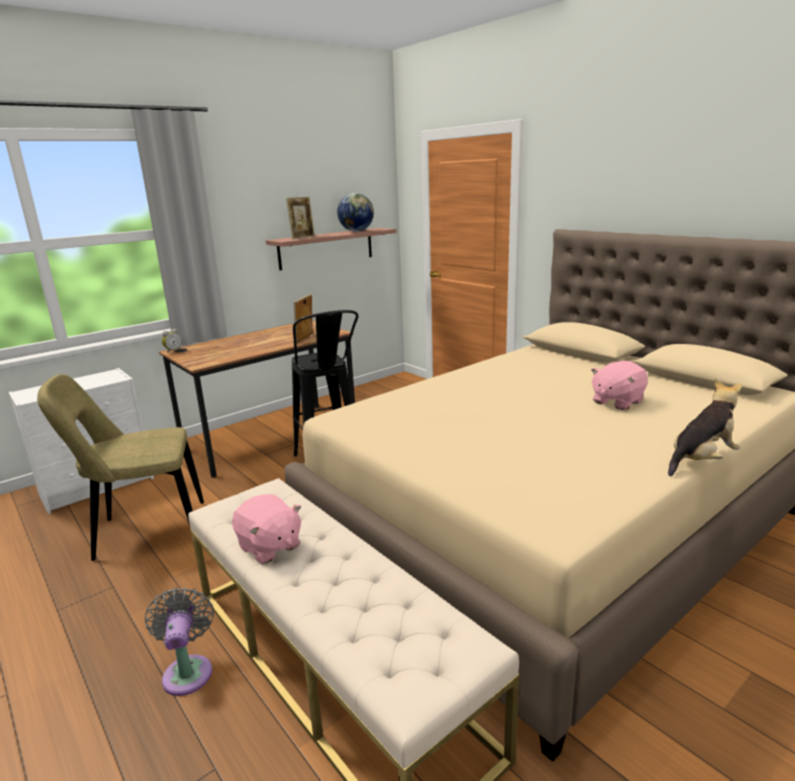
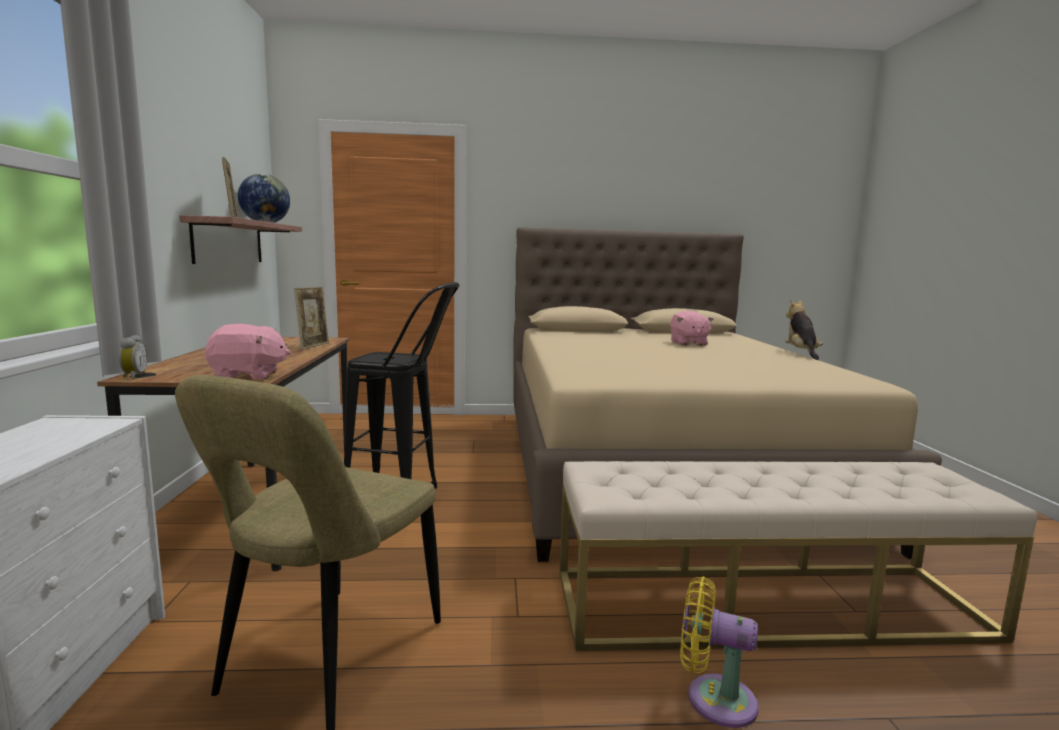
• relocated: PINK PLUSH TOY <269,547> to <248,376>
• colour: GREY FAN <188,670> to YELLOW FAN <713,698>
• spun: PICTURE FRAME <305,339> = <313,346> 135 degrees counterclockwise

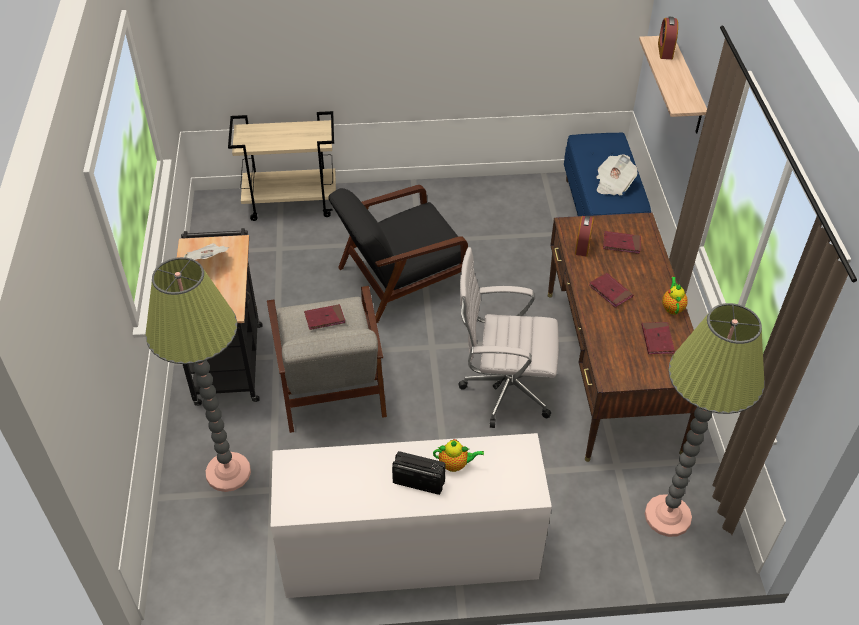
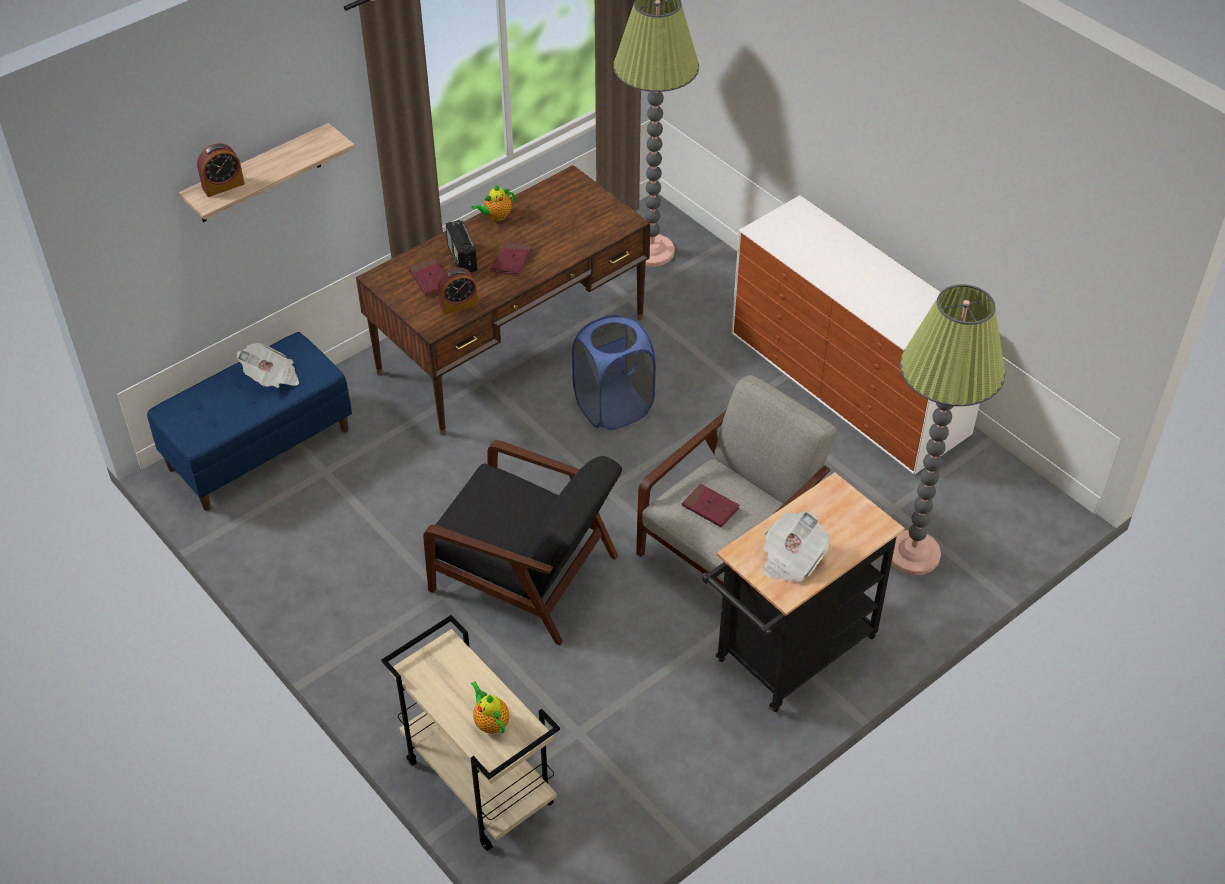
• missing: RED BOOK <657,339>
• relocated: RADIO <418,481> to <462,259>
• relocated: TEAPOT <455,464> to <490,722>
• exchanged: WHITE OFFICE CHAIR <503,390> to BLUE LAUNDRY BASKET <613,407>

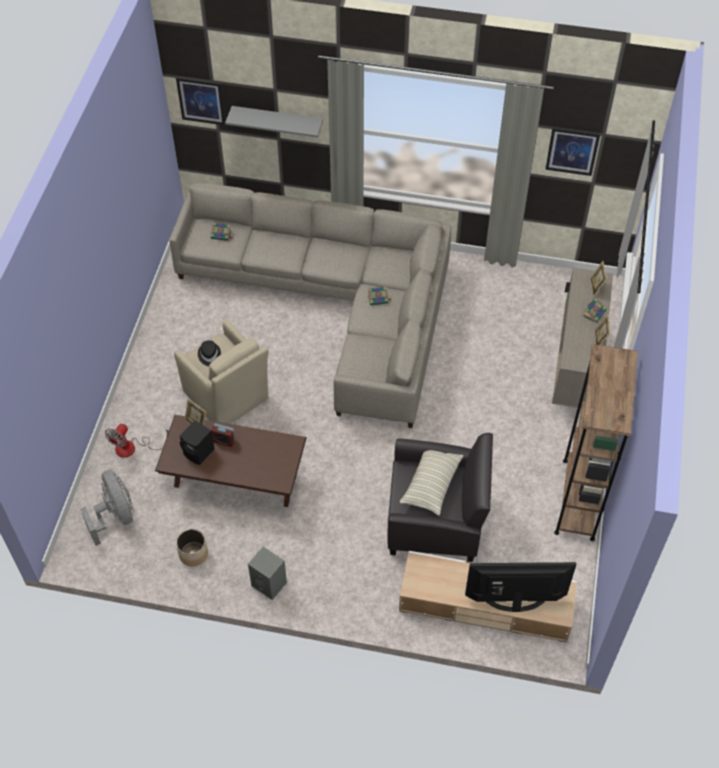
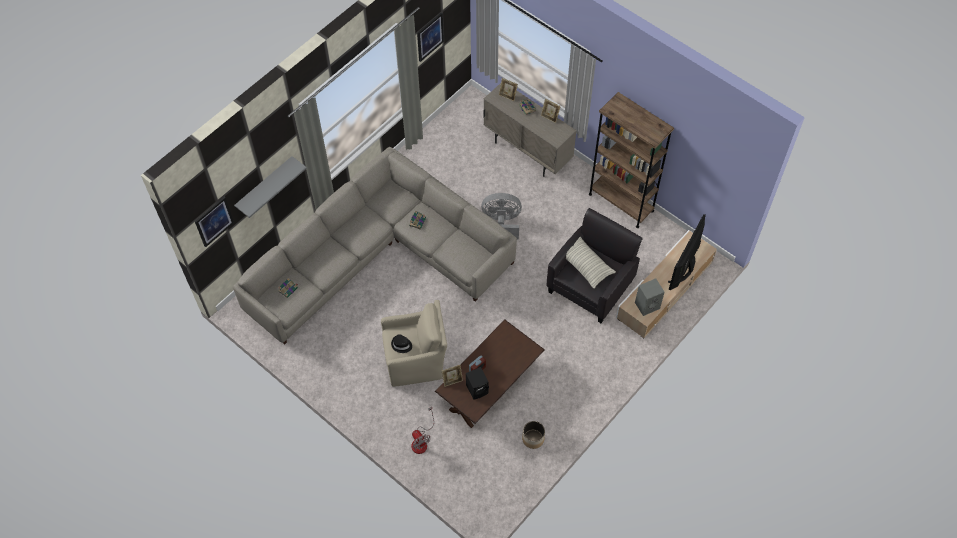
• relocated: GREY FAN <115,516> to <502,222>
• relocated: GREY SPEAKER <270,584> to <647,305>

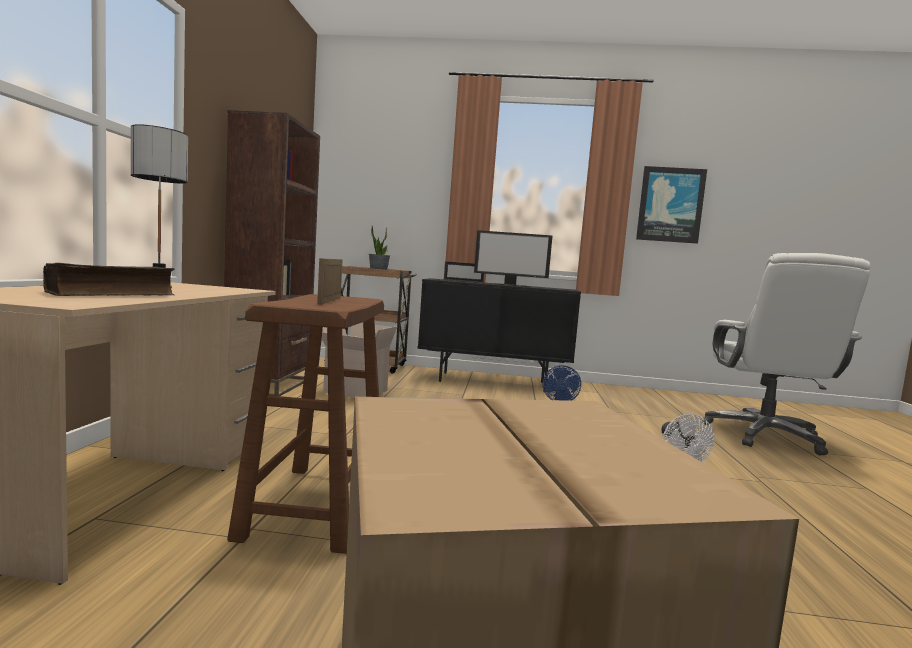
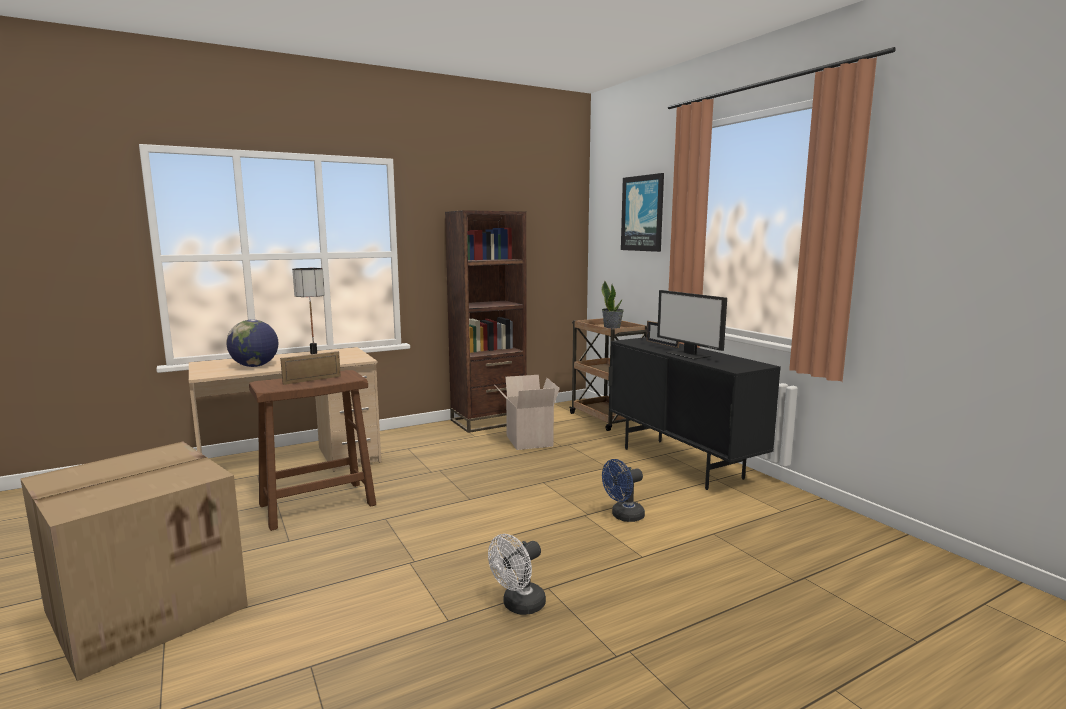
• missing: WHITE OFFICE CHAIR <765,436>
• relocated: PICTURE <670,205> to <642,213>
• exchanged: BOOK <111,294> to GLOBE <255,366>

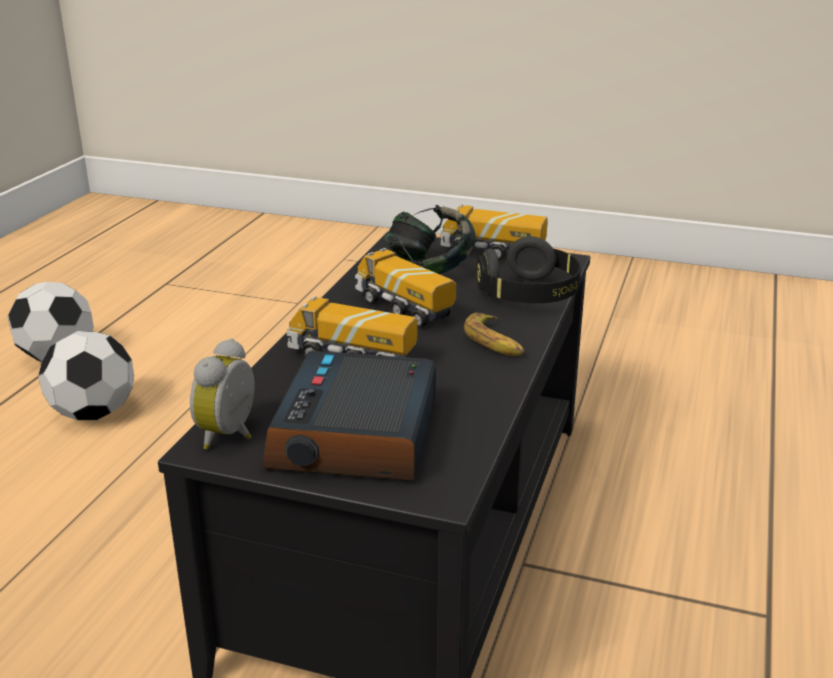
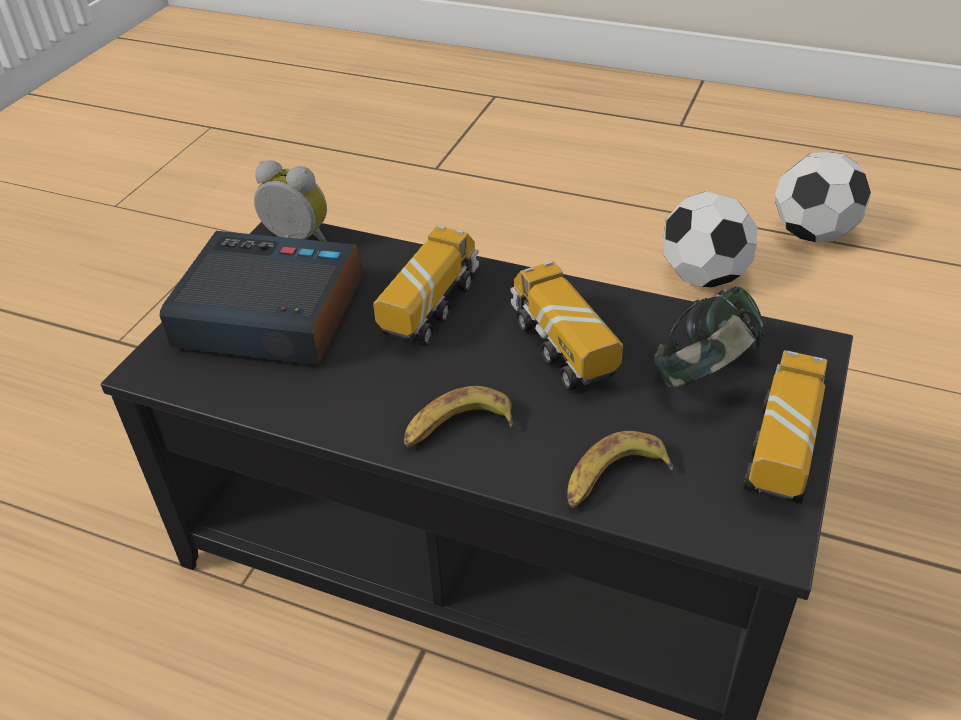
• exchanged: BLACK HEADPHONES <529,295> to BANANA <613,479>
• spun: TOY TRUCK <403,309> = <562,348> 75 degrees counterclockwise

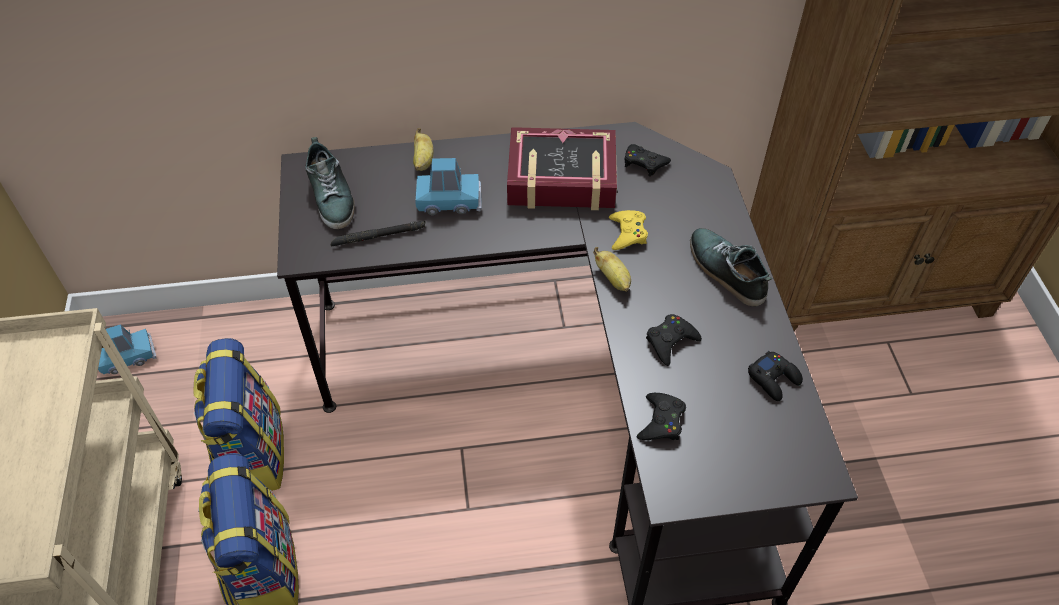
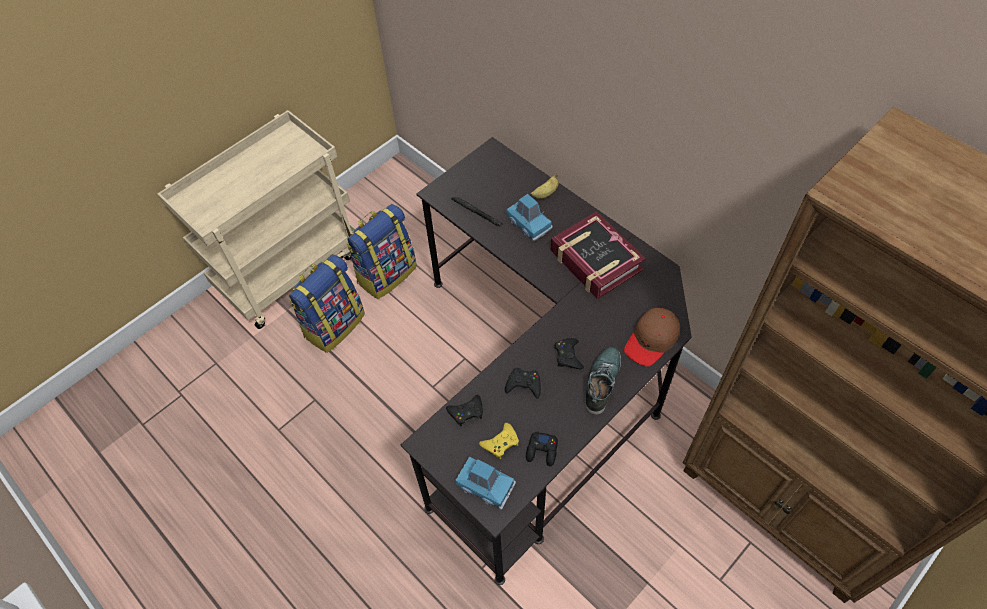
• missing: SHOE <332,196>
• missing: BANANA <613,279>
• appeared: BROWN CAP <651,340>
• relocated: BLUE TOY CAR <128,356> to <485,485>
• relocated: YELLOW GAME CONTROLLER <627,233> to <501,443>
• relocated: BLACK GAME CONTROLLER <644,163> to <568,356>

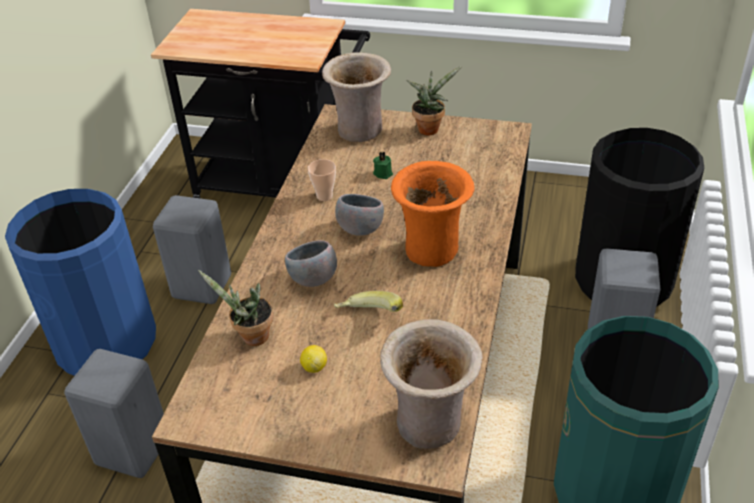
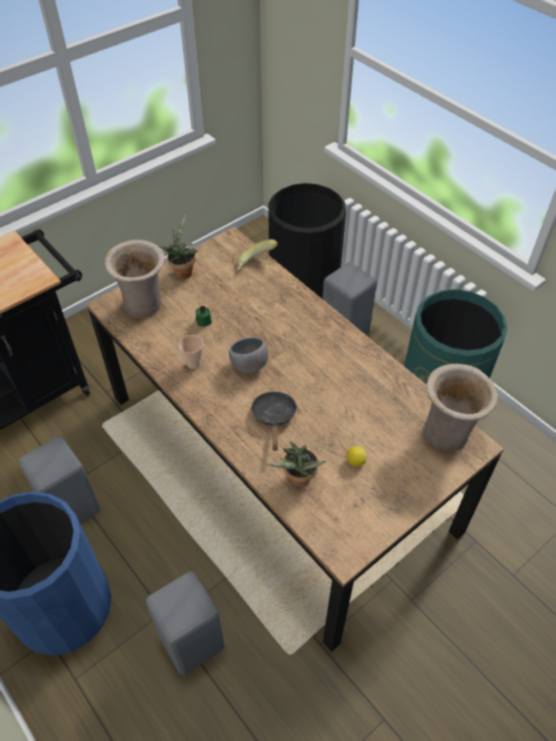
• missing: ORANGE VASE <433,252>
• relocated: BANANA <369,318> to <256,264>
• exchanged: GREY BOWL <313,280> to BLACK FRYING PAN <274,417>

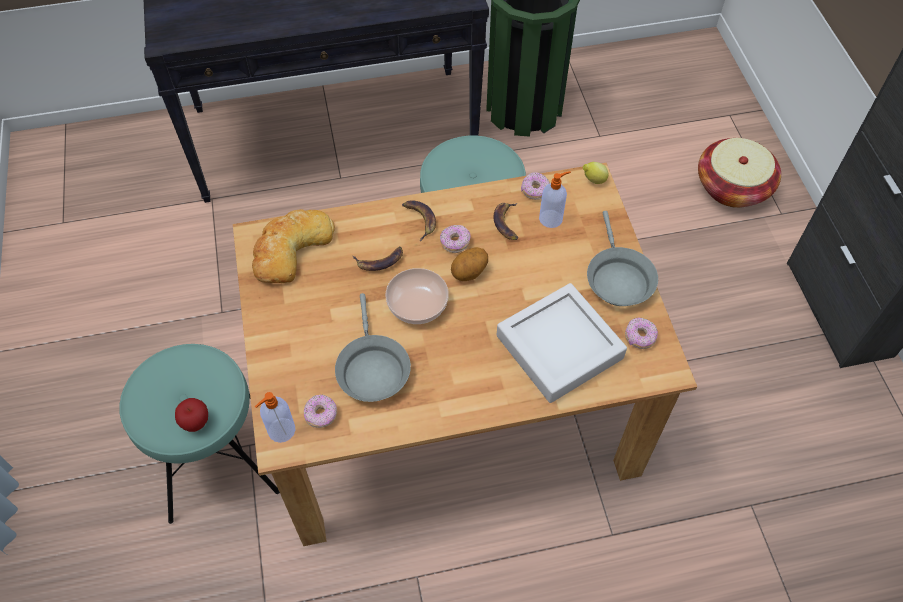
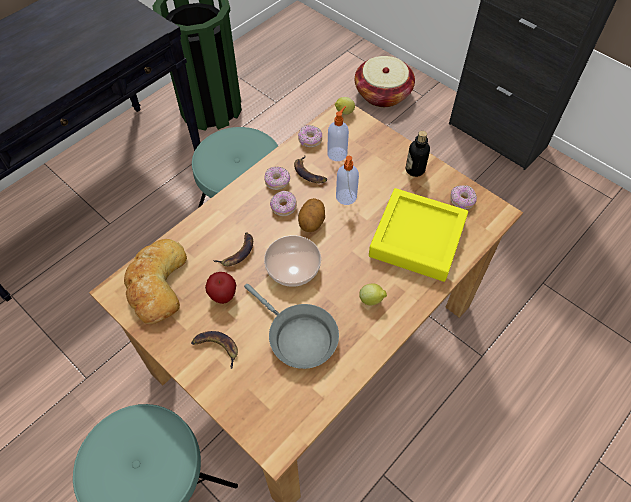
• appeared: LEMON <372,300>
• relocated: APPLE <196,423> to <223,296>
• relocated: SOAP DISPENSER <280,431> to <346,197>
• relocated: DONUT <321,415> to <277,182>
• relocated: BANANA <419,219> to <216,348>
• exchanged: GREY FRYING PAN <617,278> to BOTTLE <415,170>
• colour: GREY TRAY <559,347> to YELLOW TRAY <417,238>

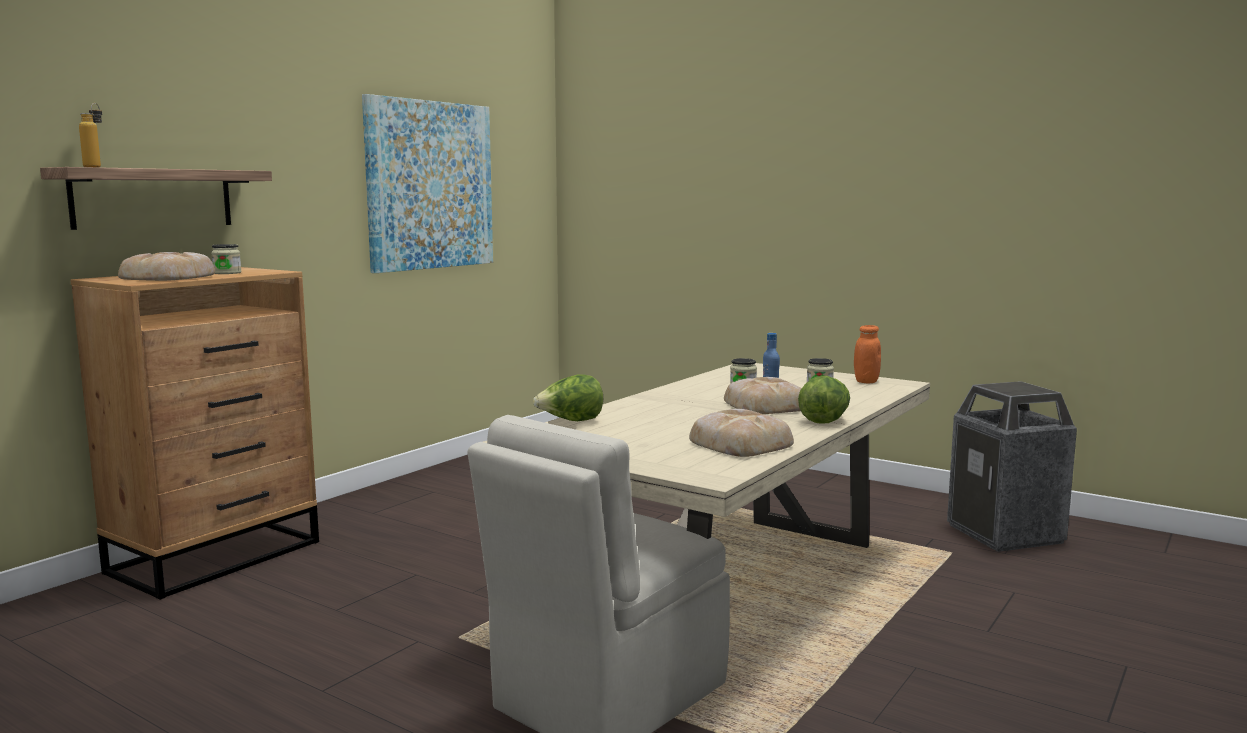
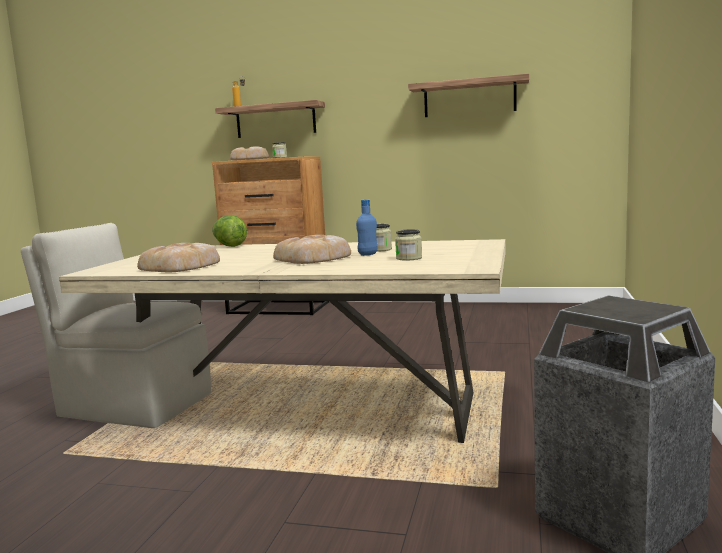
• missing: LETTUCE <824,420>
• missing: ORANGE JAR <866,381>
• exchanged: PICTURE <430,185> to SHELF <469,98>

